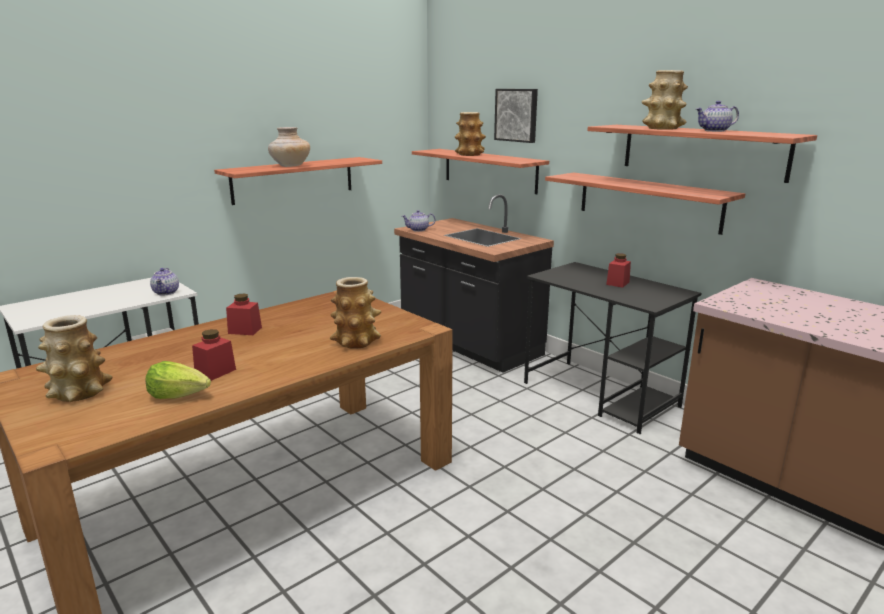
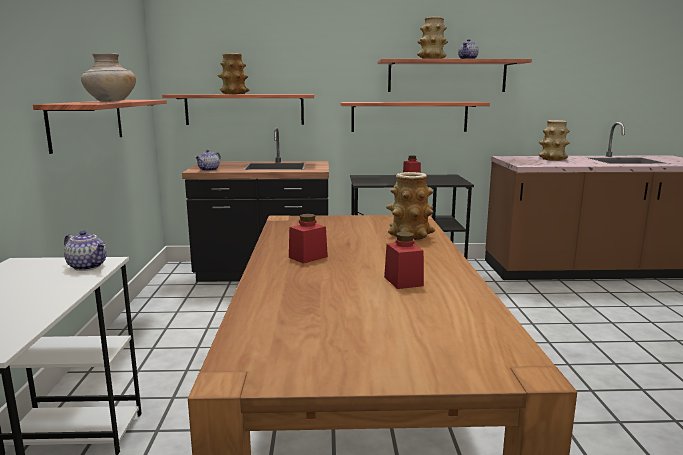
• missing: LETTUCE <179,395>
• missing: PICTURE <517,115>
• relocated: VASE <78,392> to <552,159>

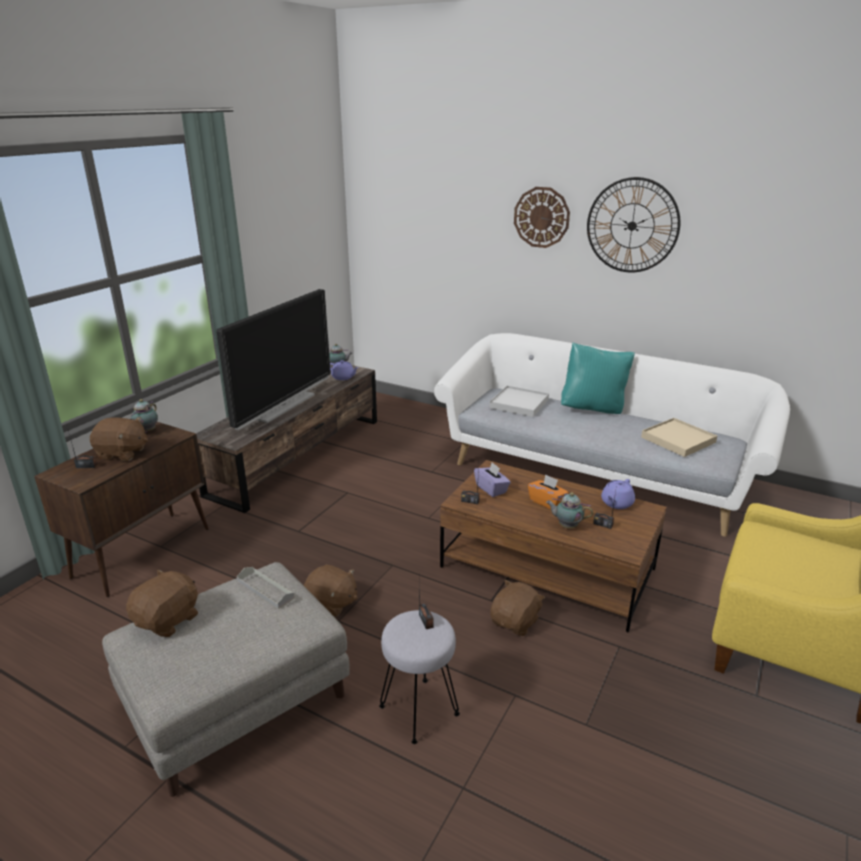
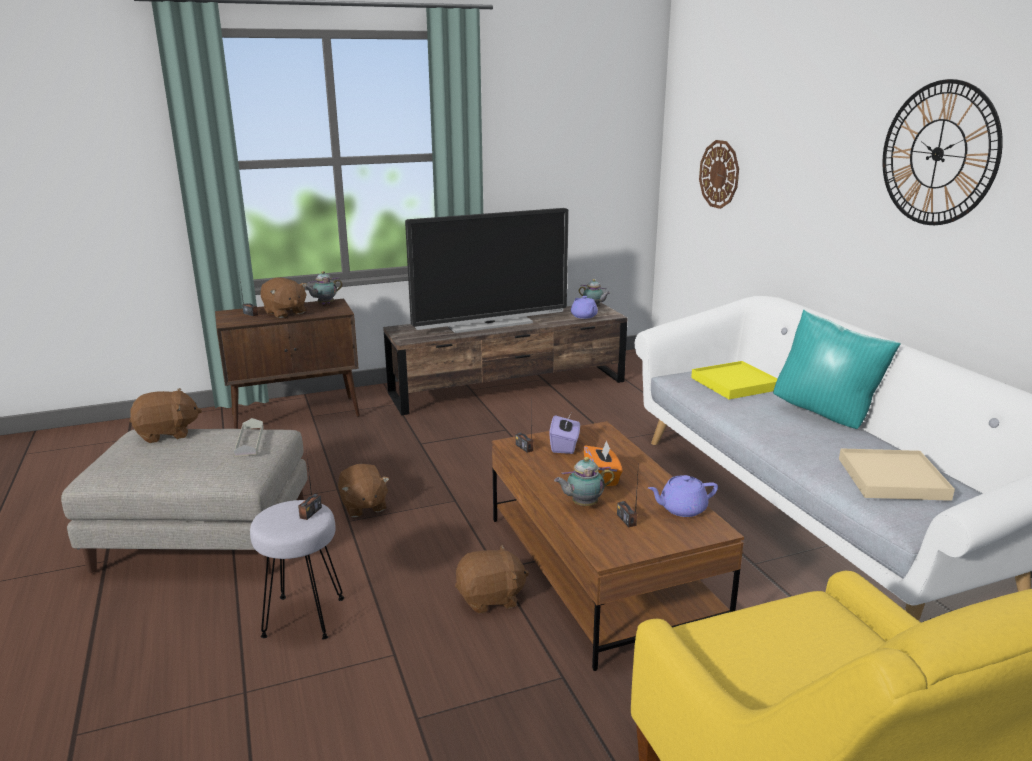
• relocated: WALL CLOCK <541,217> to <719,174>
• colour: WHITE TRAY <519,403> to YELLOW TRAY <735,383>
• spun: TEAPOT <566,526> = <583,504> 75 degrees counterclockwise

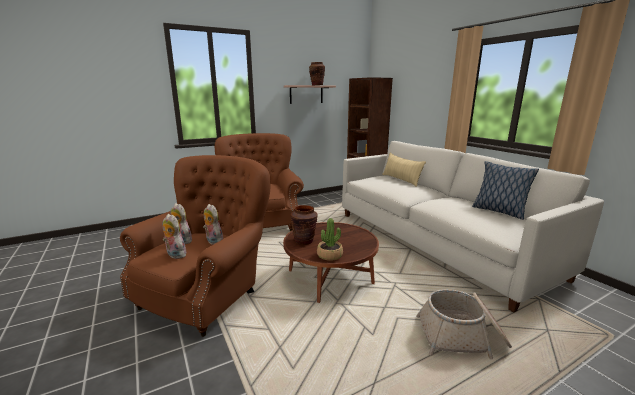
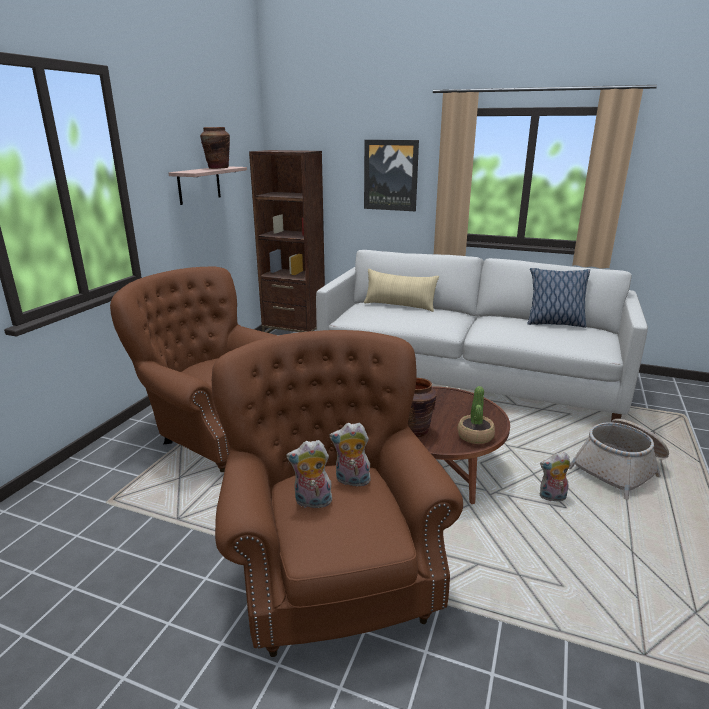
• appeared: PICTURE <391,175>
• relocated: PLUSH TOY <174,255> to <552,498>

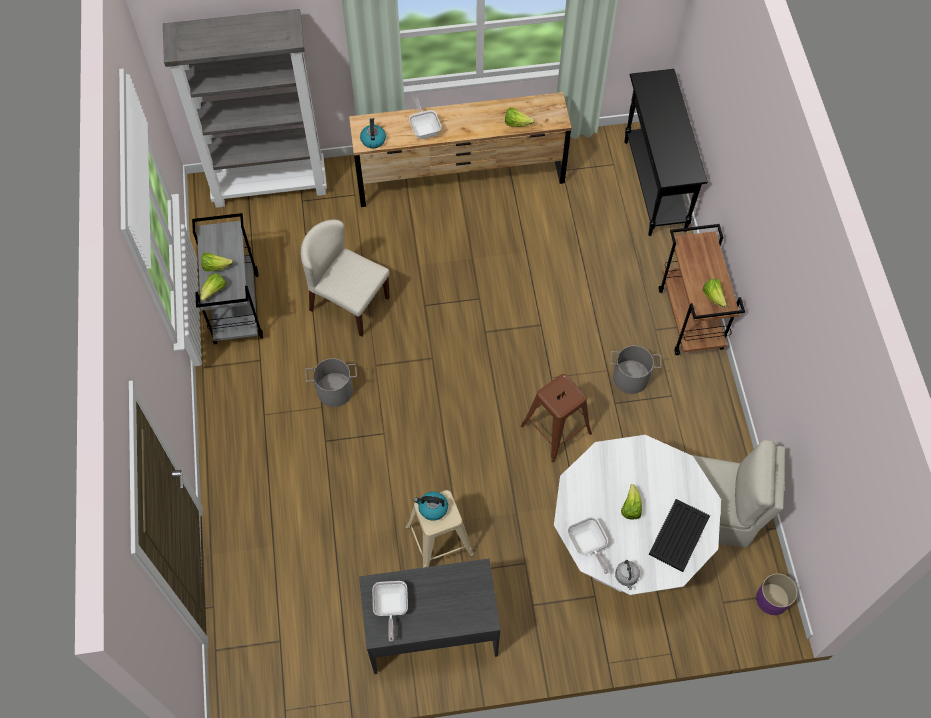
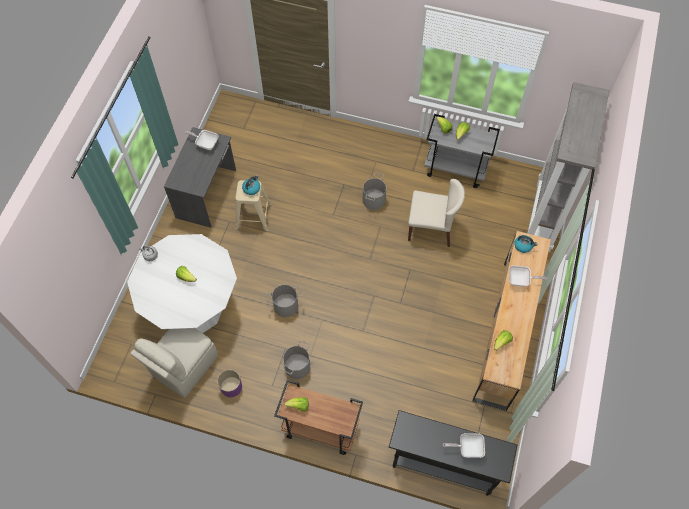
• missing: BLACK TRAY <678,536>
• relocated: FRYING PAN <587,545> to <467,448>
• relocated: PURPLE PLANTER <772,599> to <231,387>
• exchanged: BROWN STOOL <556,430> to GREY BUCKET <285,305>
• spun: BEIGE CHAIR <349,303> = <431,228> 45 degrees clockwise

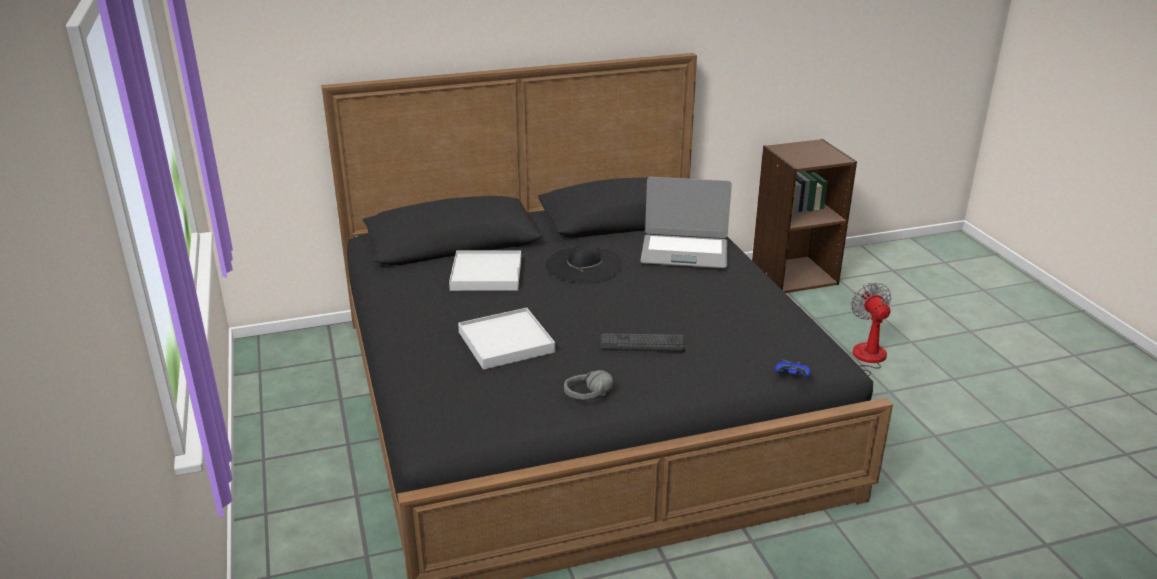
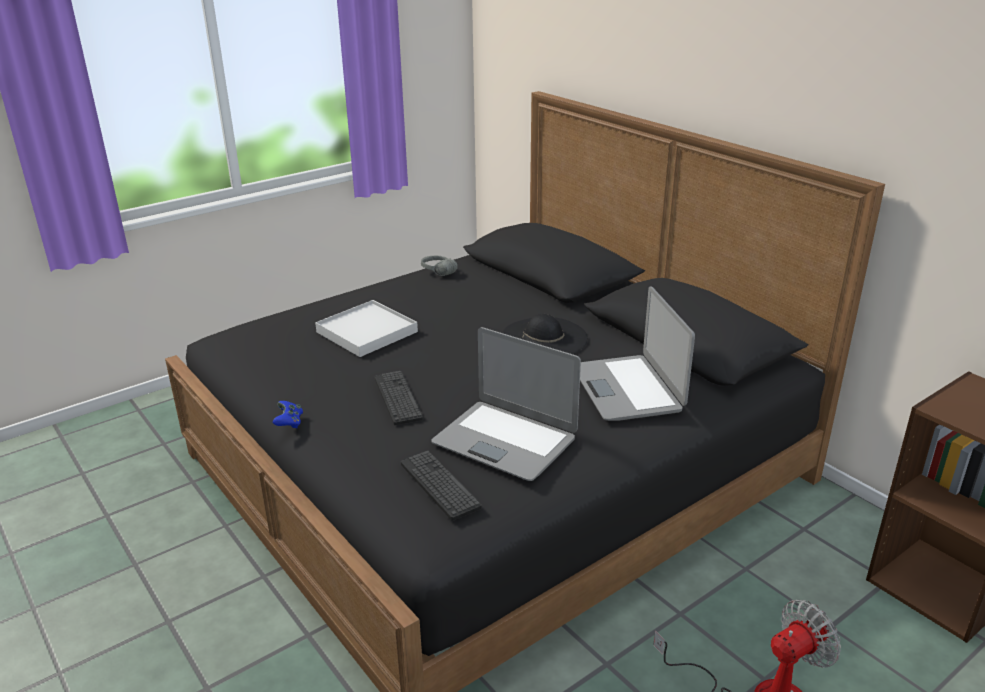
• missing: WHITE TRAY <486,274>
• appeared: KEYBOARD <439,485>
• appeared: LAPTOP <505,440>
• relocated: GREY HEADPHONES <592,398> to <435,273>
• relocated: BLUE GAME CONTROLLER <792,376> to <289,423>

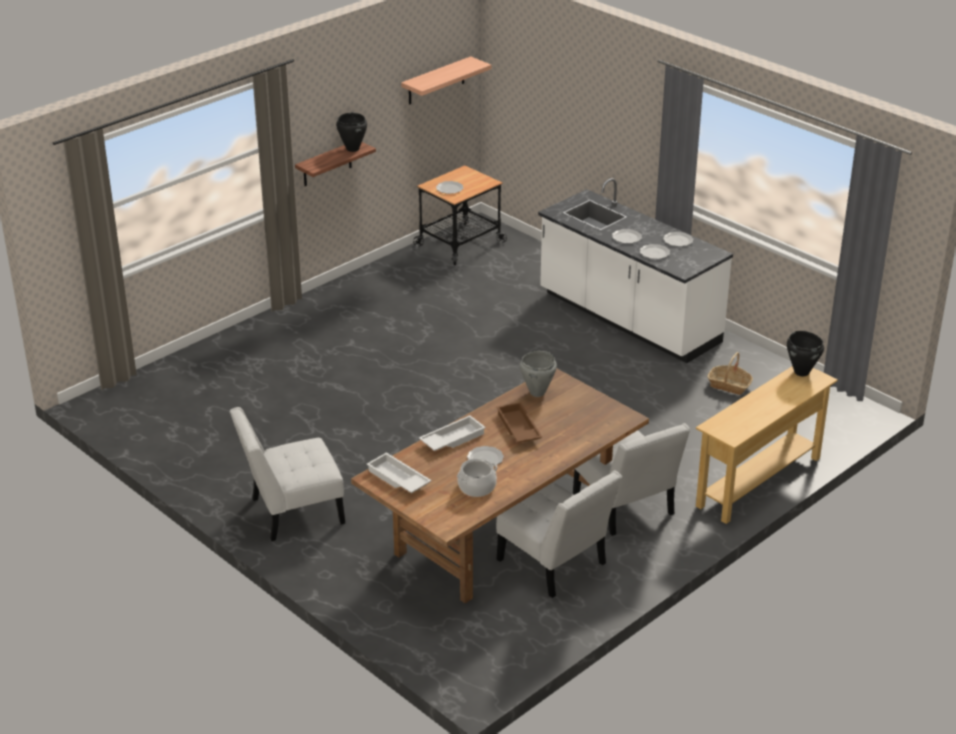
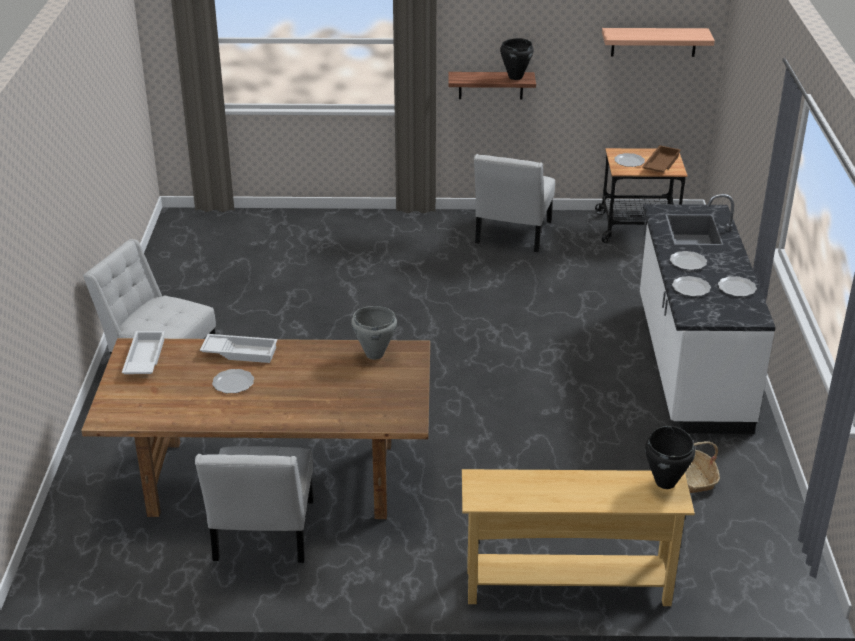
• missing: COOKING POT <477,487>
• relocated: BROWN TRAY <517,428> to <660,164>
• relocated: WHITE CHAIR <626,508> to <512,235>

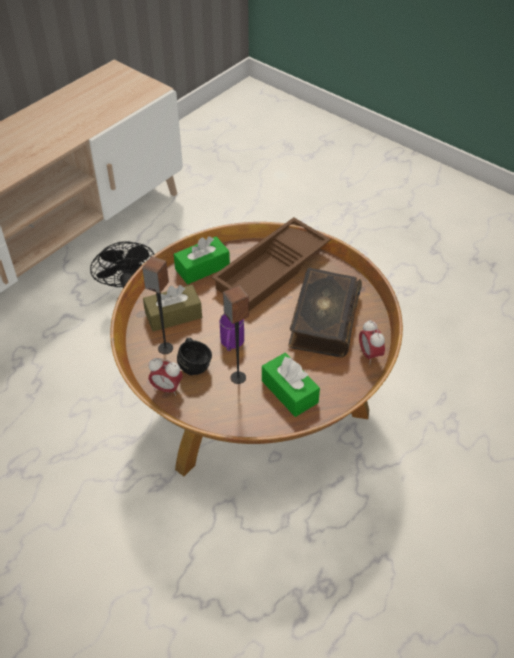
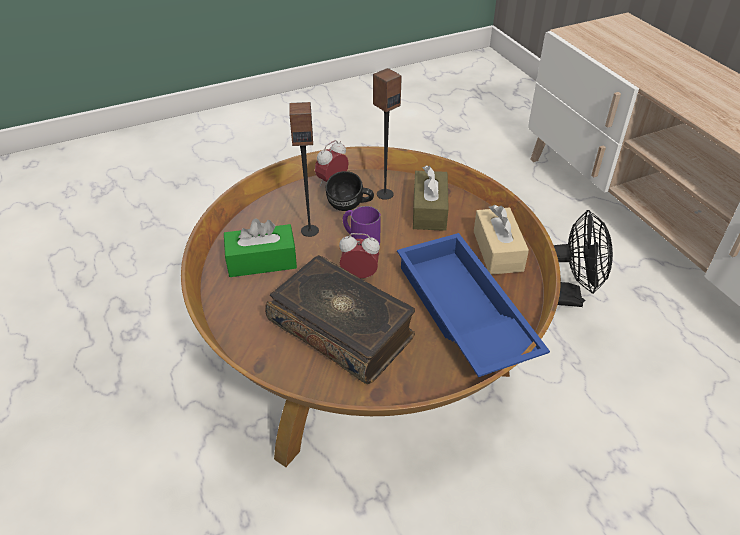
• relocated: ALARM CLOCK <369,354> to <360,275>
• colour: GREEN TISSUE BOX <202,268> to BEIGE TISSUE BOX <498,251>
• colour: BROWN TRAY <272,271> to BLUE TRAY <461,313>

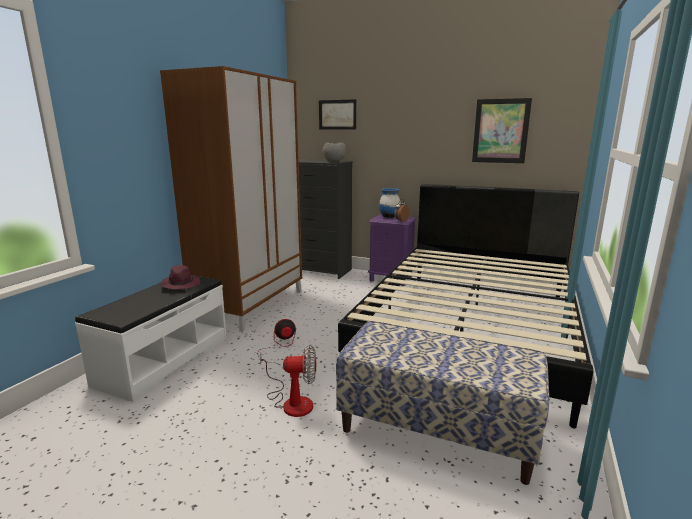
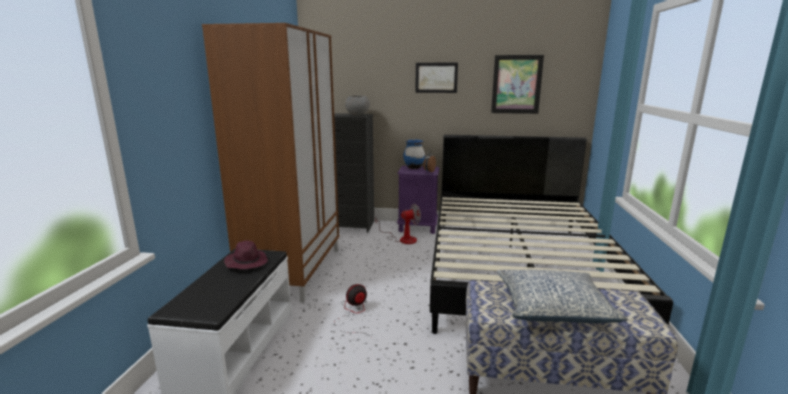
• appeared: PILLOW <553,308>
• relocated: FAN <292,401> to <402,239>
• relocated: PICTURE <337,114> to <436,77>

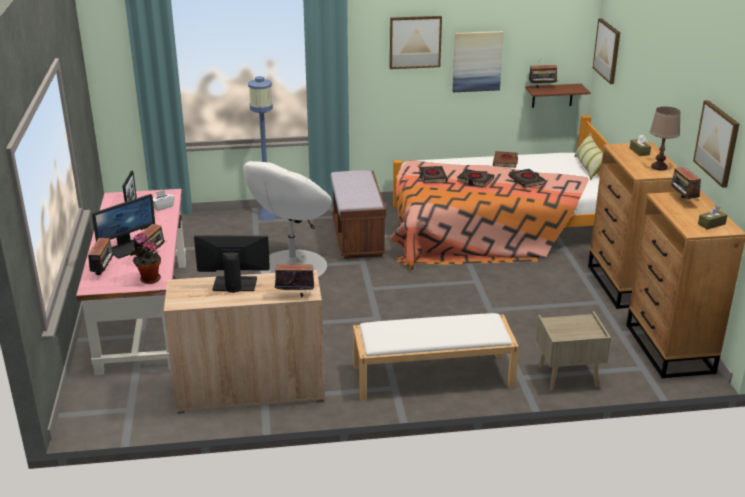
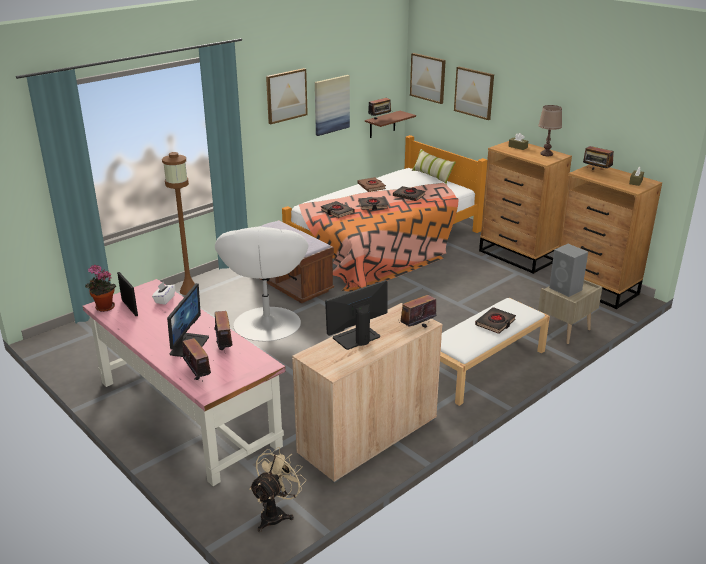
• appeared: BEIGE FAN <276,513>
• appeared: BLACK BOOK <495,323>
• appeared: GREY SPEAKER <566,289>
• relocated: POTTED PLANT <148,279> to <103,308>
• relocated: PICTURE <717,143> to <474,92>
• colour: BLUE FLOOR LAMP <267,216> to BROWN FLOOR LAMP <188,290>

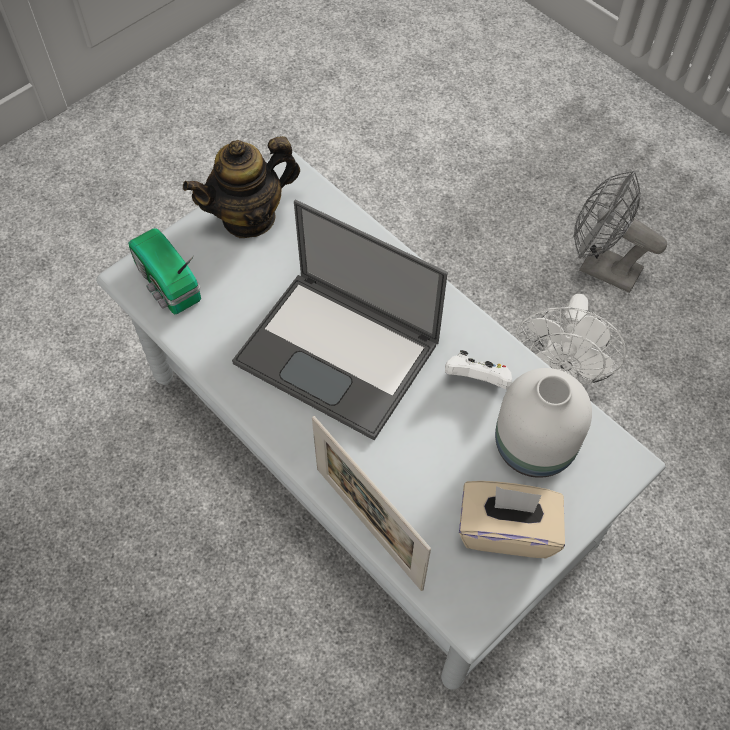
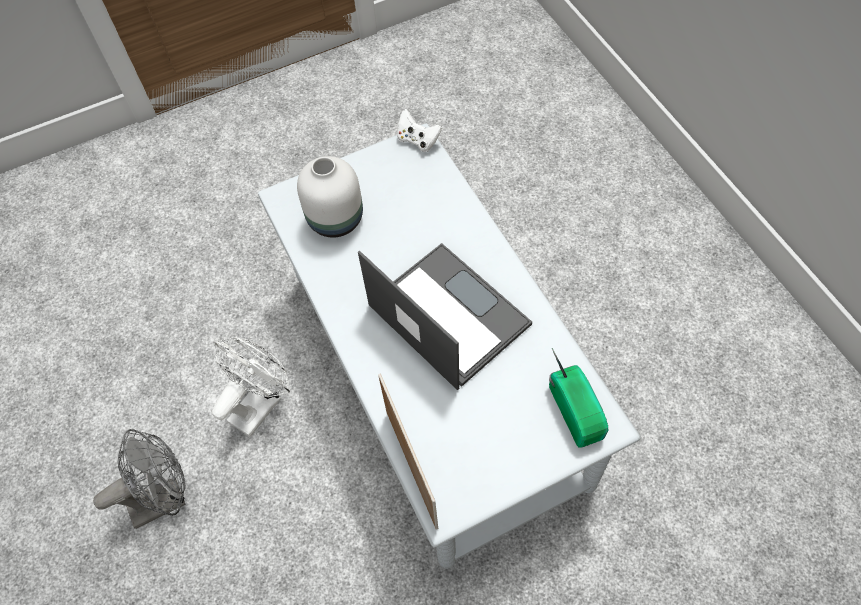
• missing: TEAPOT <249,217>
• missing: BEIGE TISSUE BOX <507,529>
• relocated: PICTURE FRAME <368,527> to <411,468>
• relocated: WHITE GAME CONTROLLER <477,380> to <418,140>
• spun: GREY FAN <600,267> = <165,498> 75 degrees counterclockwise

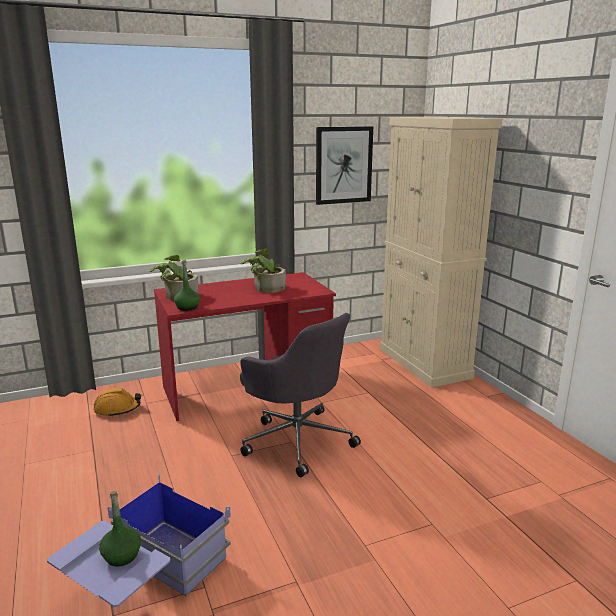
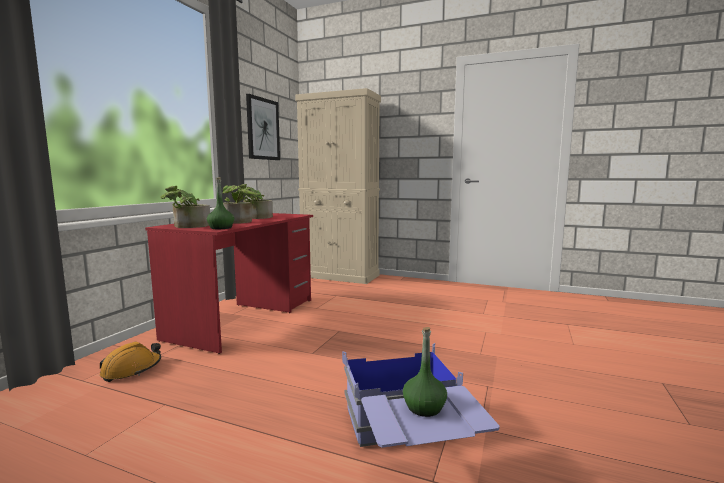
• missing: GREY OFFICE CHAIR <297,439>
• appeared: POTTED PLANT <240,222>

